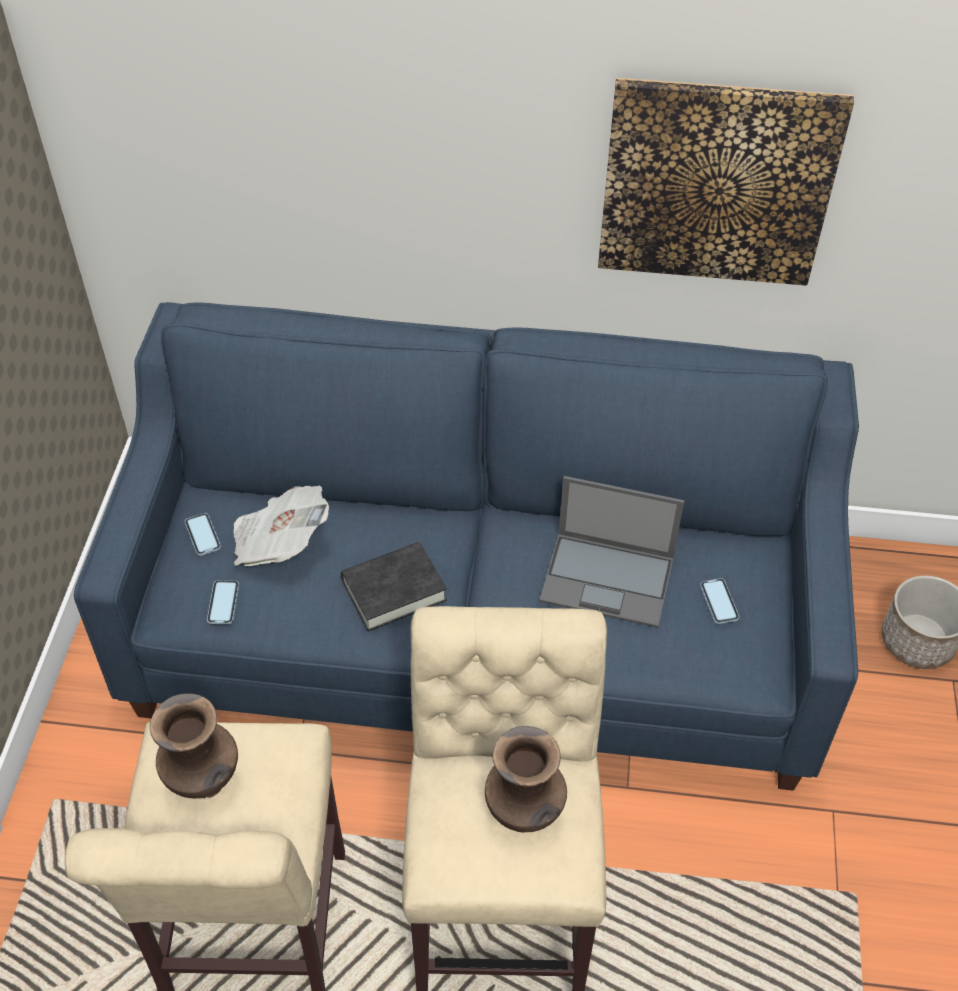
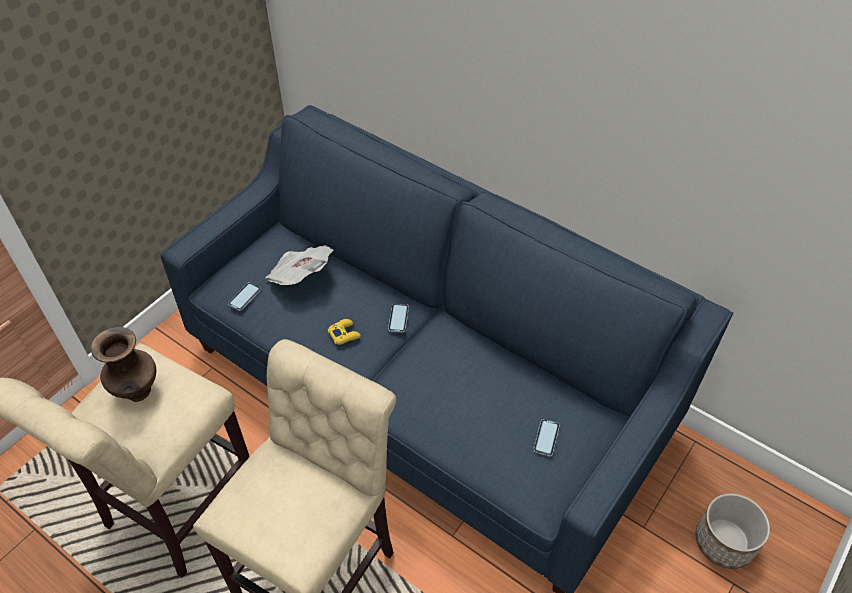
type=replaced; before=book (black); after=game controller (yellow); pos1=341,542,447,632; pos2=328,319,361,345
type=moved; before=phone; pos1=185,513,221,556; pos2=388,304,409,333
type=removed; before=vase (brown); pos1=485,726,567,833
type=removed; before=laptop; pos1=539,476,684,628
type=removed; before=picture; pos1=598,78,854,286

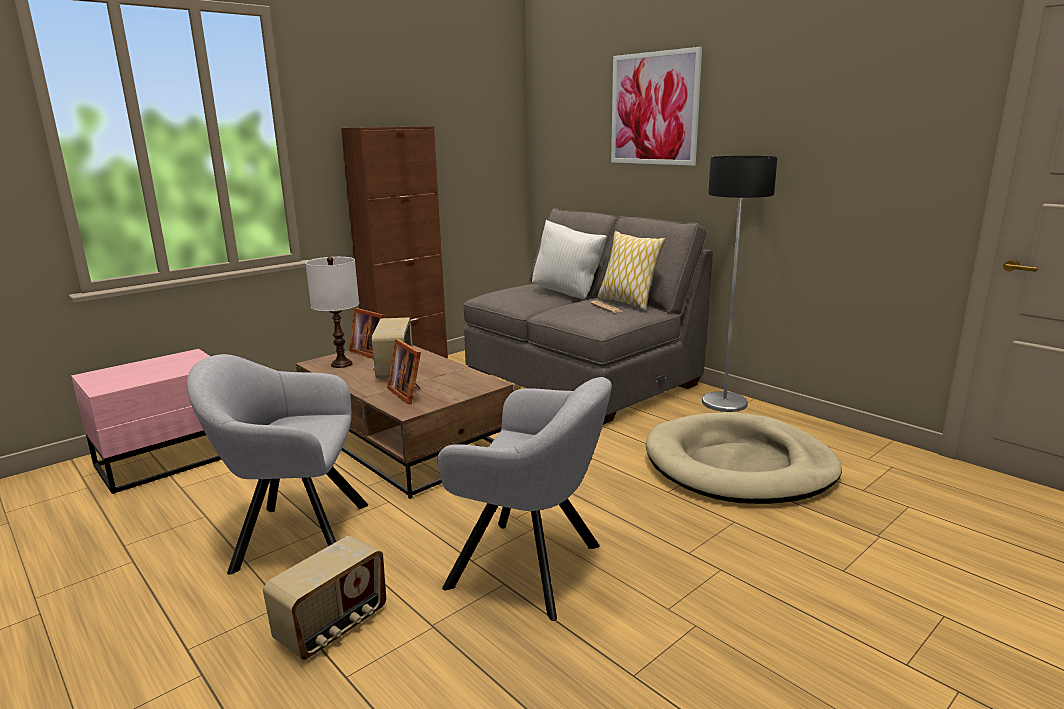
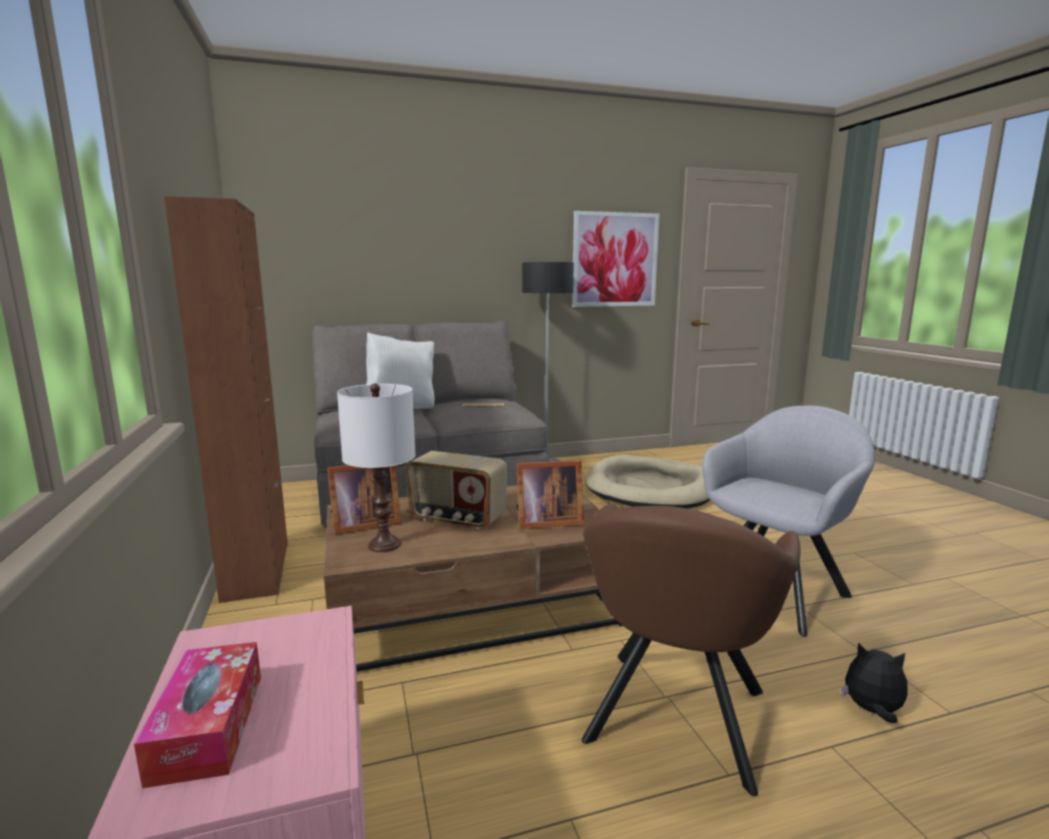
type=added; after=tissue box; pos2=134,642,261,788
type=moved; before=picture; pos1=611,47,702,166; pos2=572,211,659,307
type=recoloured; before=armchair (grey); after=armchair (brown); pos1=187,354,368,575; pos2=582,504,800,796
type=replaced; before=radio; after=plush toy; pos1=263,536,386,660; pos2=841,643,908,723
type=removed; before=pillow; pos1=598,231,665,311

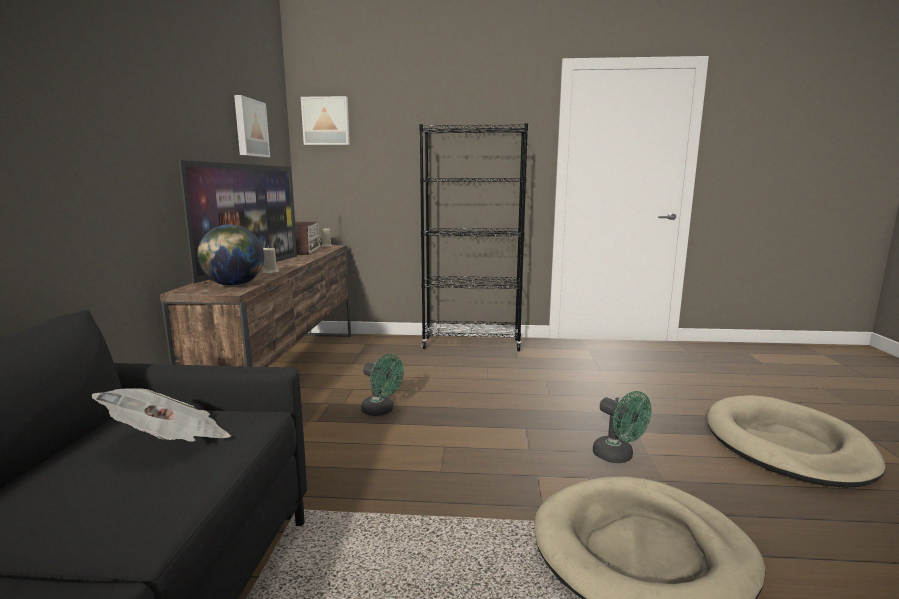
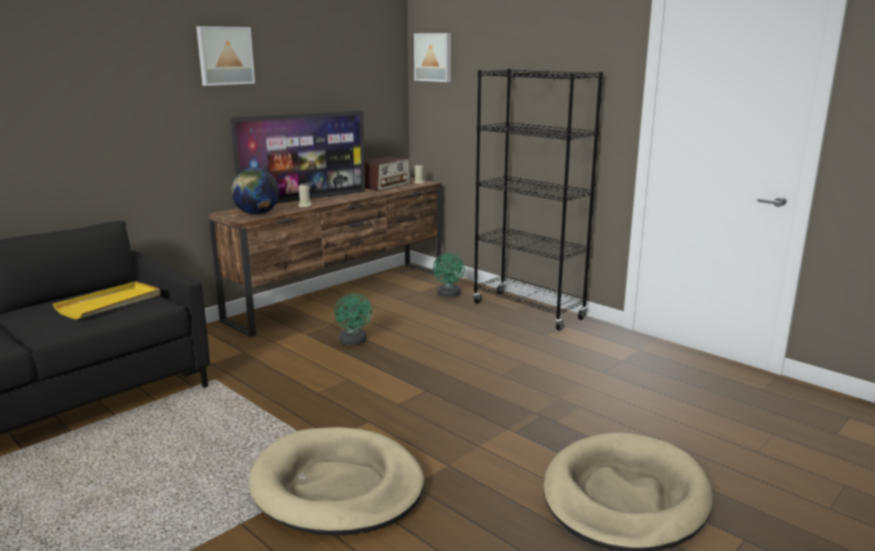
type=replaced; before=newspaper; after=tray (yellow); pos1=92,388,232,442; pos2=53,281,161,320
type=moved; before=picture; pos1=234,95,270,157; pos2=196,26,255,86
type=moved; before=fan (green); pos1=593,391,652,463; pos2=433,253,465,297

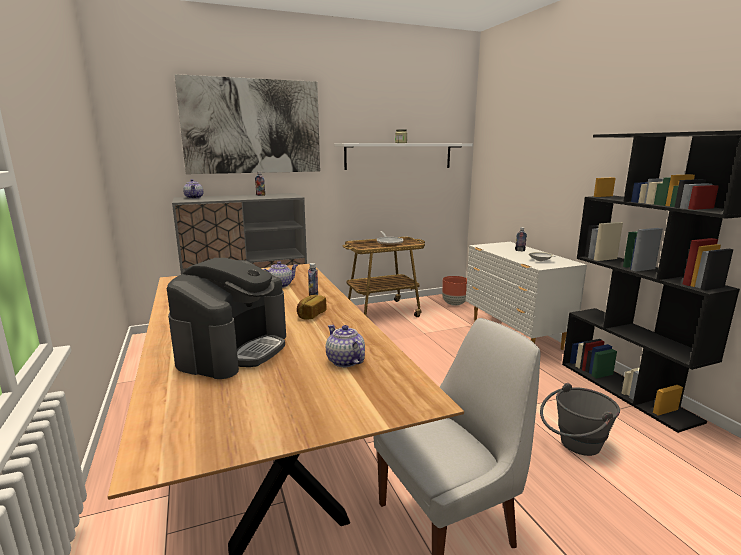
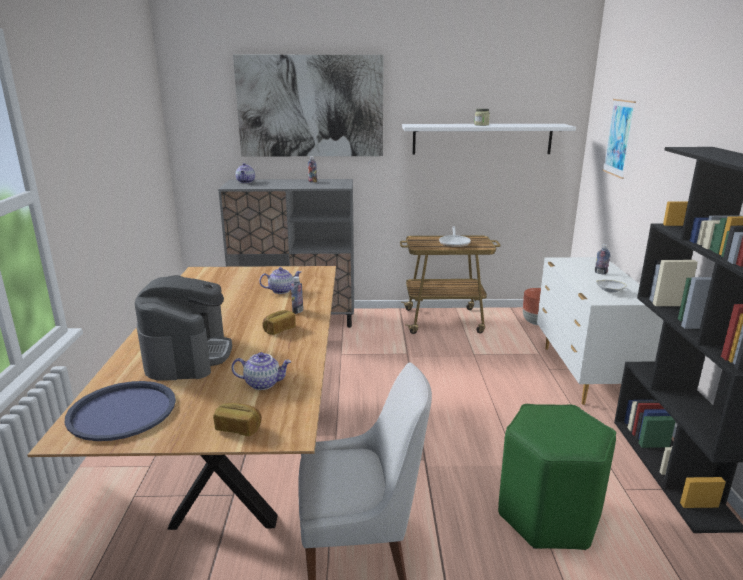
type=added; after=tray (blue); pos2=65,381,176,441
type=turned; before=coffee machine; pos1=167,258,286,379; pos2=135,275,232,381; turn=-45
type=added; after=bread; pos2=213,403,262,436
type=turned; before=teapot; pos1=326,325,365,367; pos2=231,352,291,390; turn=105
type=replaced; before=bucket (grey); after=stool (green); pos1=540,383,620,456; pos2=498,404,616,550
type=added; after=picture; pos2=602,99,636,179

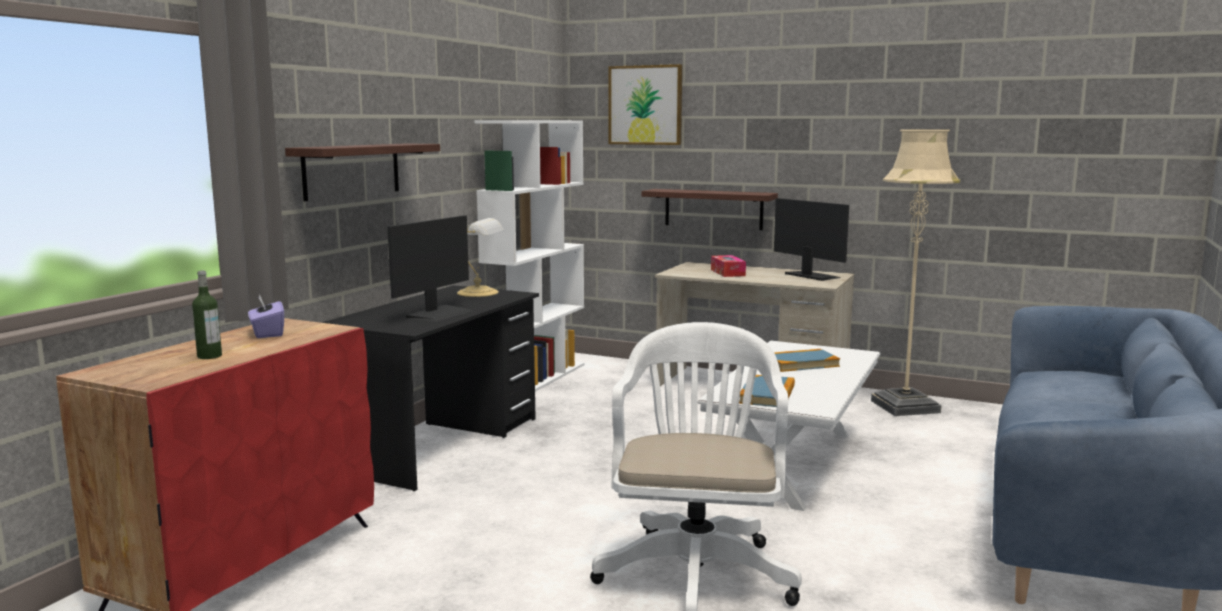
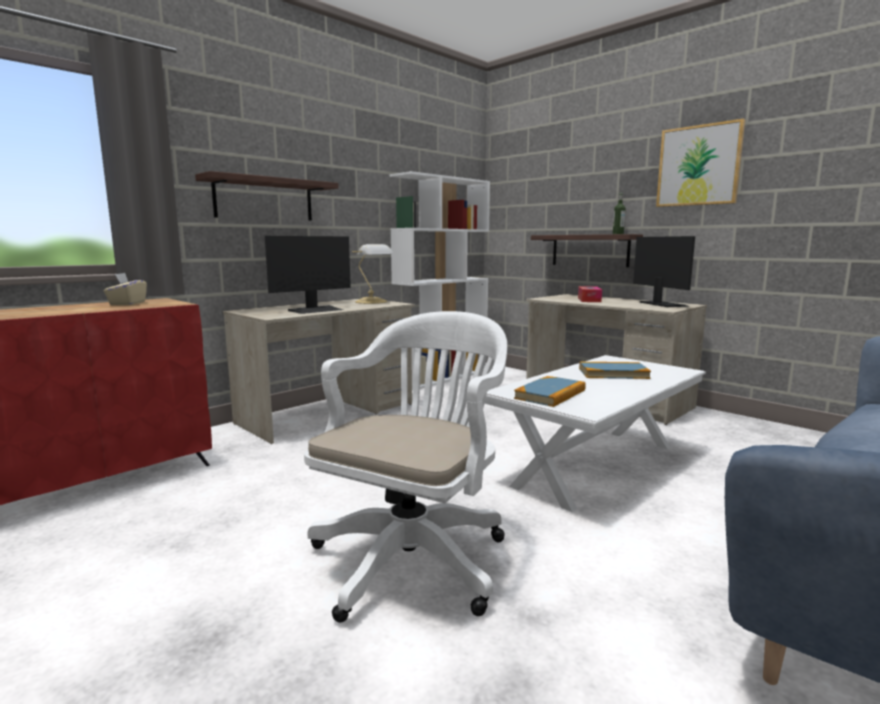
type=recoloured; before=tissue box (purple); after=tissue box (beige); pos1=248,294,284,338; pos2=103,273,147,305
type=recoloured; before=desk (black); after=desk (beige); pos1=321,285,539,491; pos2=223,299,415,444
type=moved; before=bottle; pos1=192,270,222,359; pos2=613,192,625,234
type=moved; before=picture; pos1=608,64,682,145; pos2=656,119,745,207
type=removed; before=floor lamp (beige); pos1=871,129,960,416

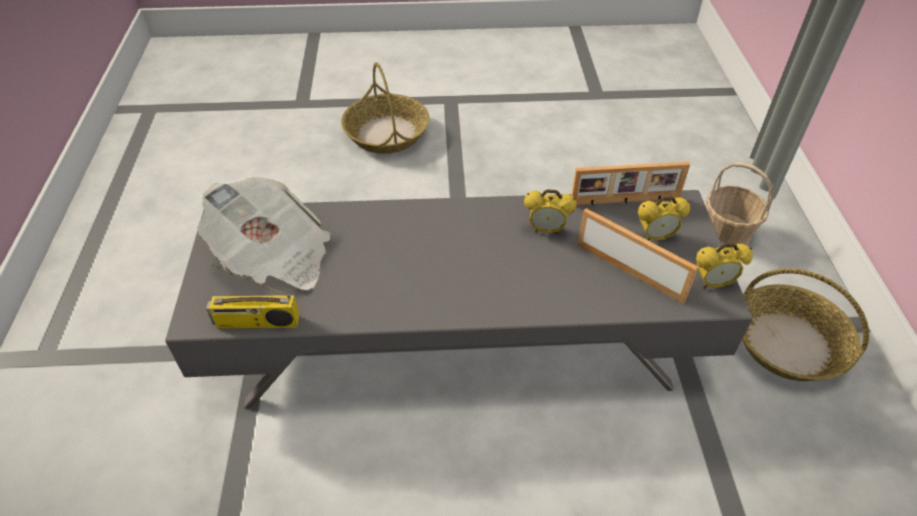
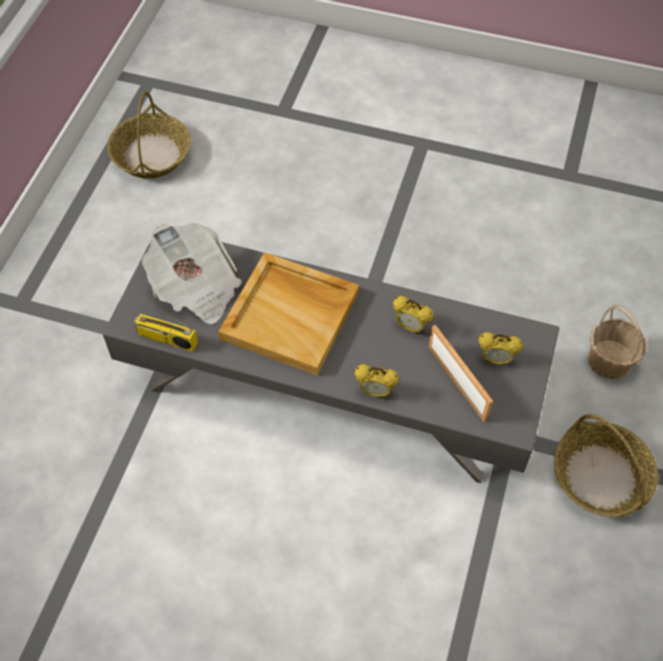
type=moved; before=basket; pos1=341,62,429,154; pos2=107,91,191,178
type=added; after=tray (beige); pos2=218,252,359,376
type=moved; before=alarm clock; pos1=696,243,753,289; pos2=354,364,399,397
type=removed; before=picture frame; pos1=571,162,690,206

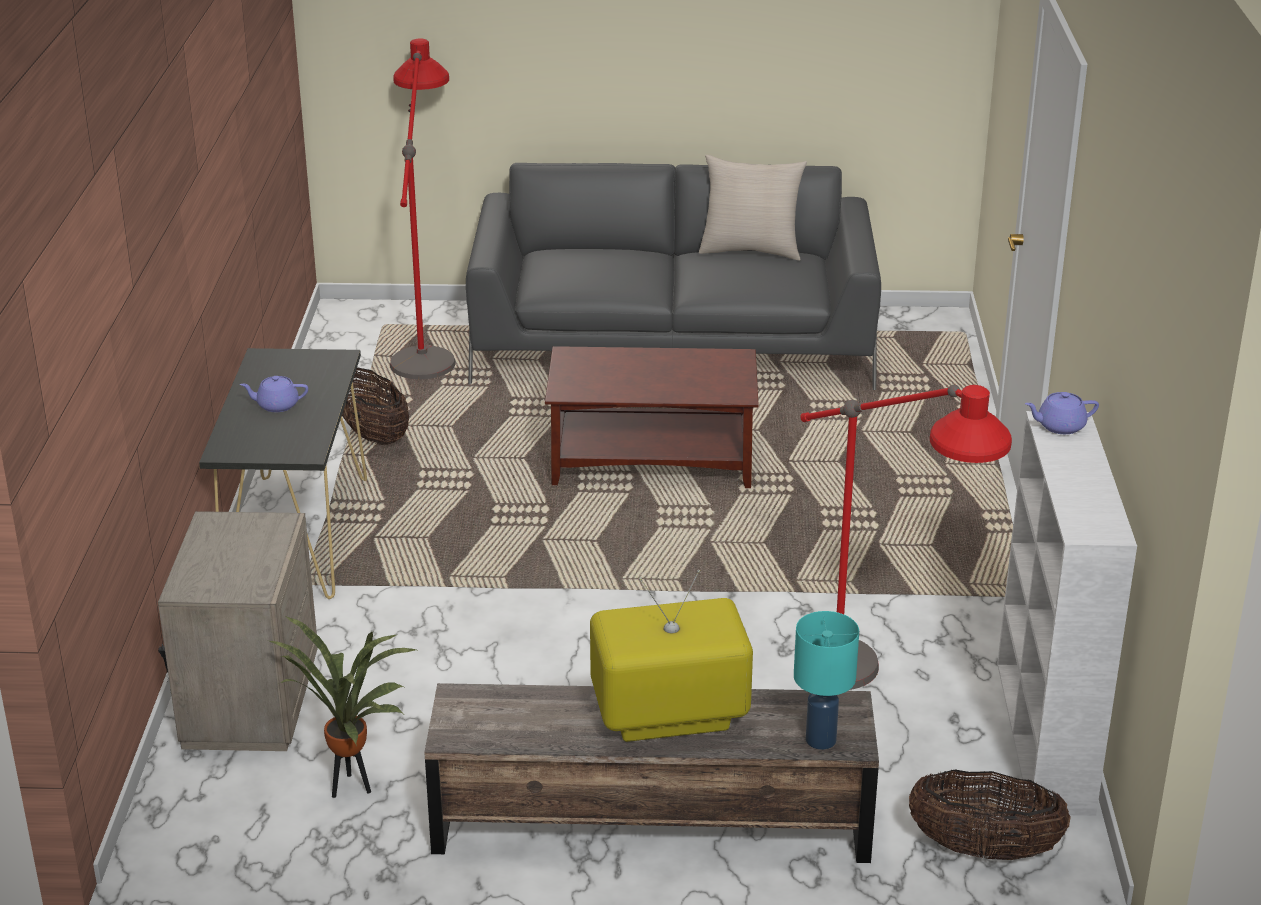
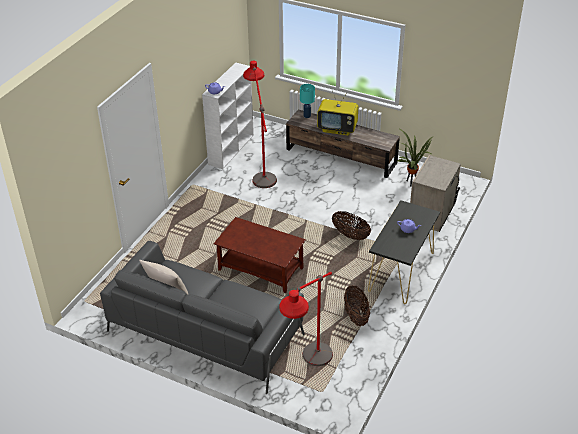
type=moved; before=basket; pos1=909,769,1071,860; pos2=332,211,371,240

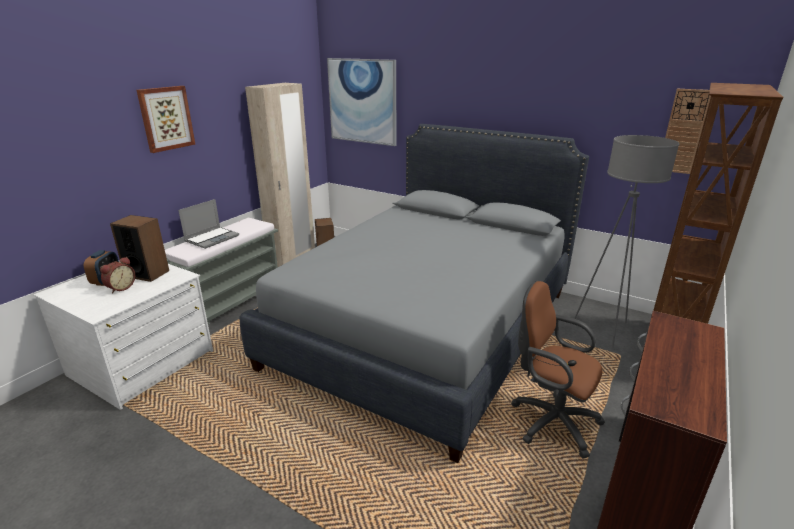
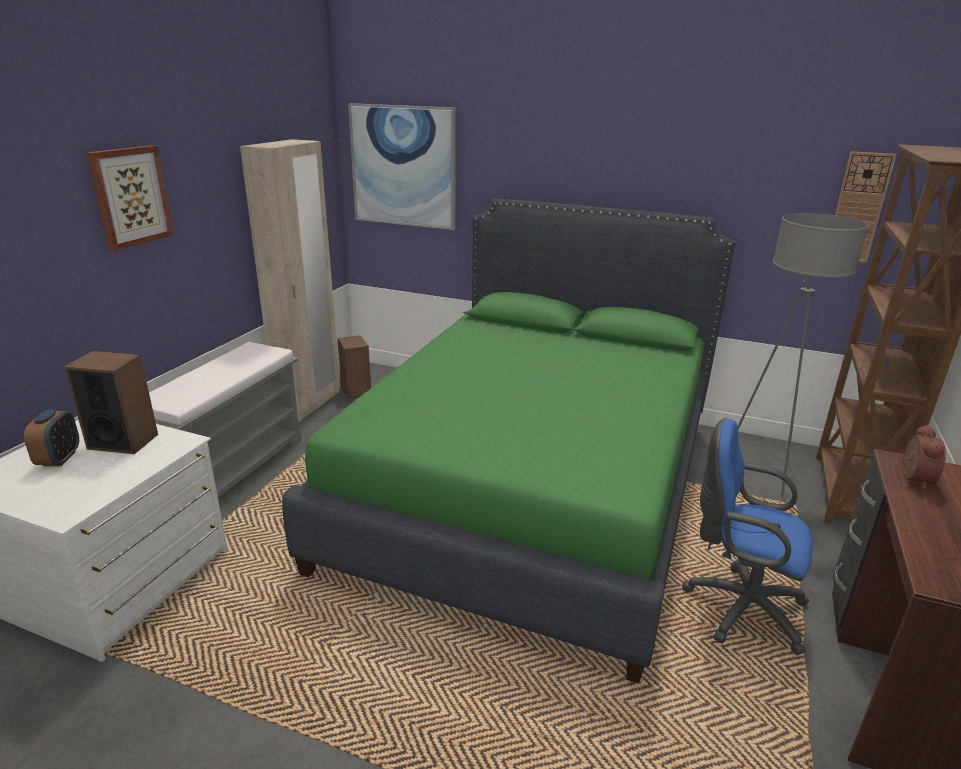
type=recoloured; before=bed (grey); after=bed (green); pos1=240,124,589,463; pos2=282,198,736,683
type=recoloured; before=office chair (brown); after=office chair (blue); pos1=511,281,605,458; pos2=682,418,812,655
type=moved; before=alarm clock; pos1=100,257,135,294; pos2=903,425,946,489
type=removed; before=laptop; pos1=178,199,239,249

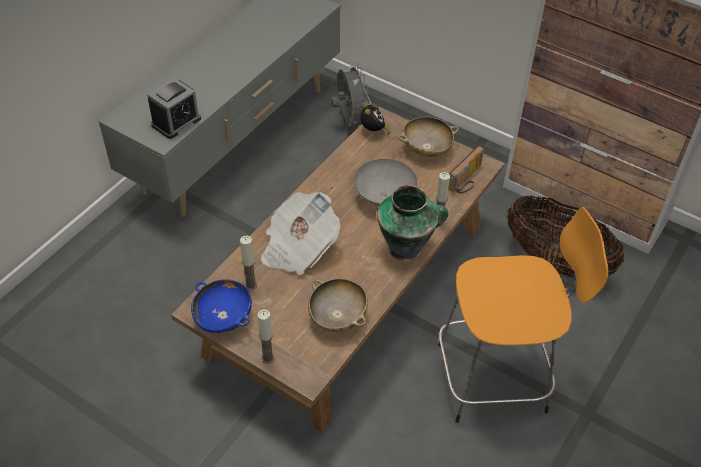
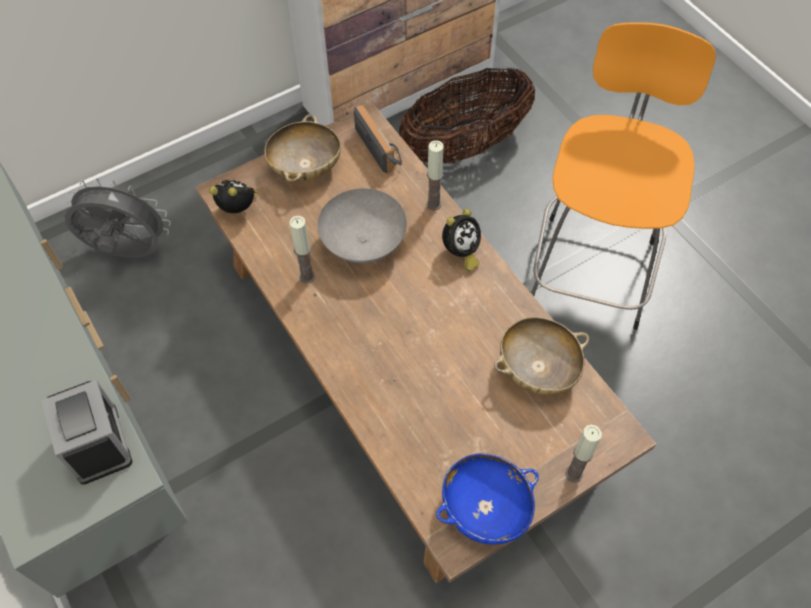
type=moved; before=candle; pos1=240,236,257,290; pos2=289,216,315,283
type=replaced; before=vase; after=alarm clock; pos1=377,185,448,261; pos2=442,209,481,271
type=removed; before=newspaper; pos1=261,192,340,275

